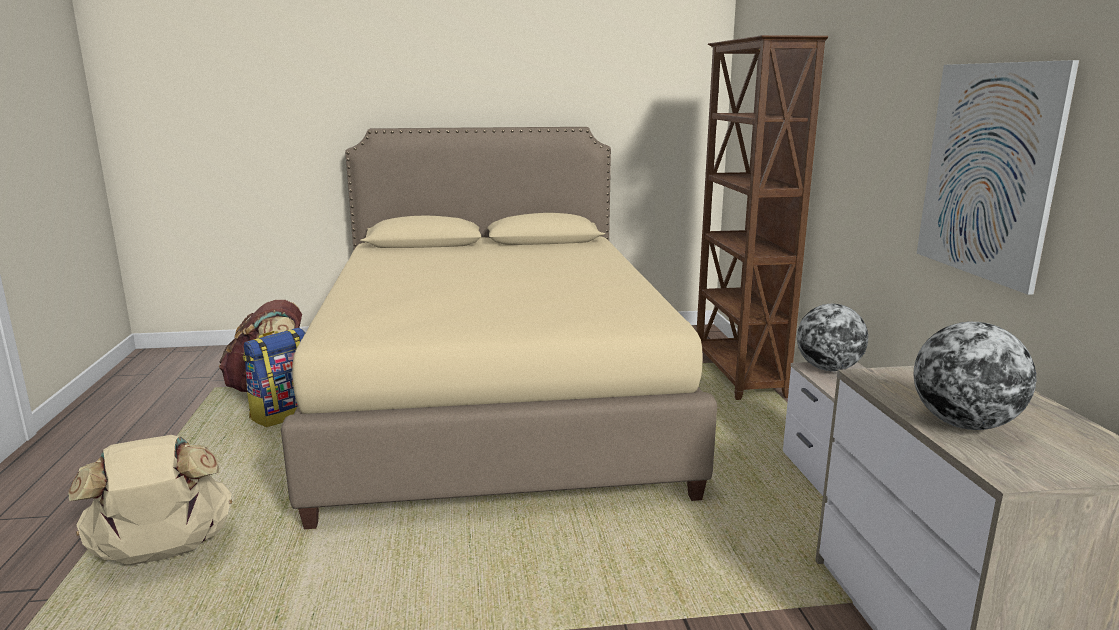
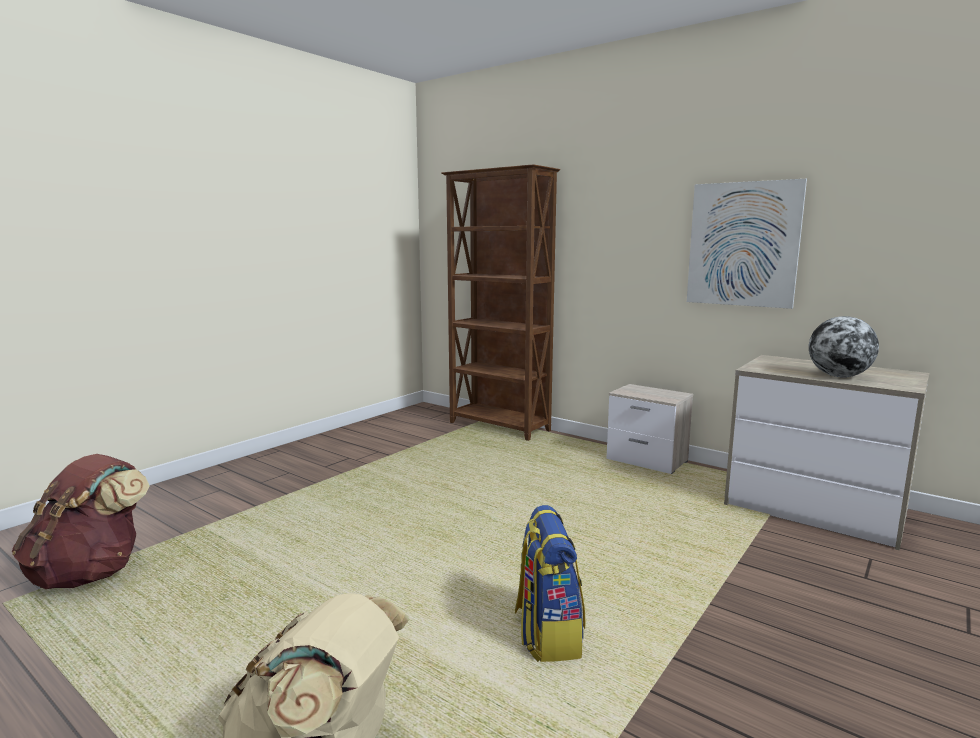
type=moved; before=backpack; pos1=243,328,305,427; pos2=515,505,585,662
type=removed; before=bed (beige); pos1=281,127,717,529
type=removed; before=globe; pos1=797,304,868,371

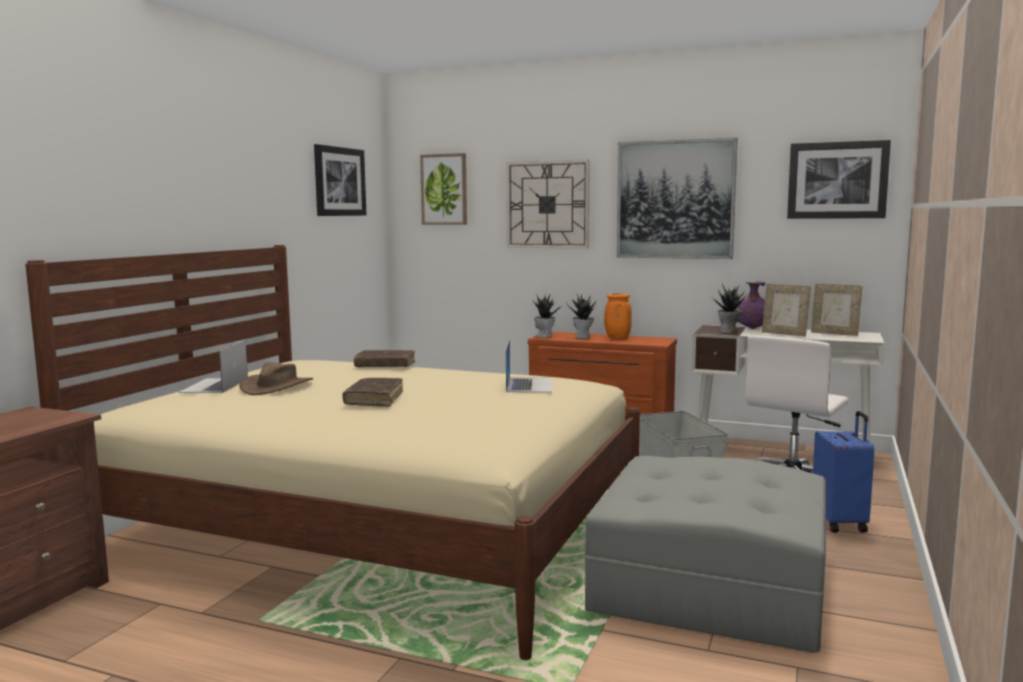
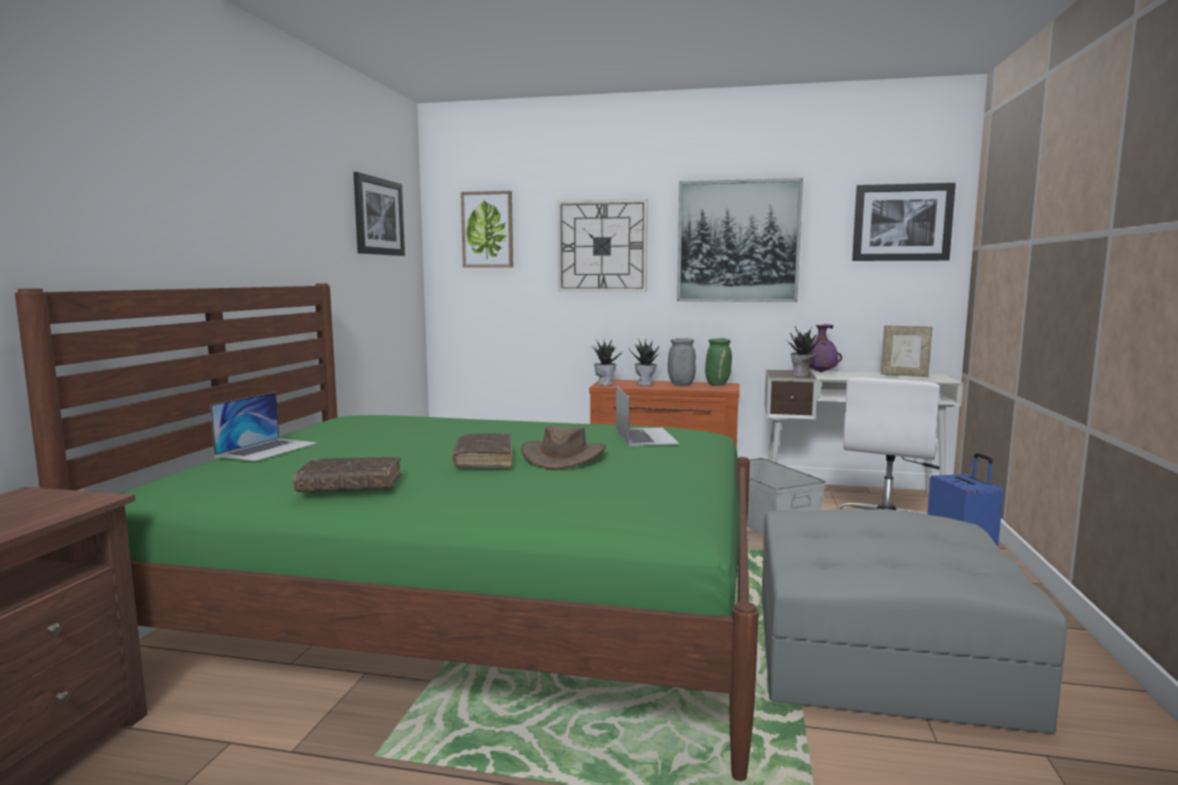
type=recoloured; before=bed (beige); after=bed (green); pos1=25,245,640,660; pos2=15,283,759,781
type=turned; before=laptop; pos1=178,340,248,393; pos2=210,392,318,461; turn=-150
type=moved; before=book (brown); pos1=354,350,415,367; pos2=293,456,402,492
type=moved; before=hat (brown); pos1=239,362,313,395; pos2=521,426,606,469
type=recoloured; before=vase (orange); after=vase (grey); pos1=604,294,632,339; pos2=668,338,696,385
type=added; after=vase (green); pos2=705,338,732,386
type=removed; before=picture frame; pos1=762,284,811,337

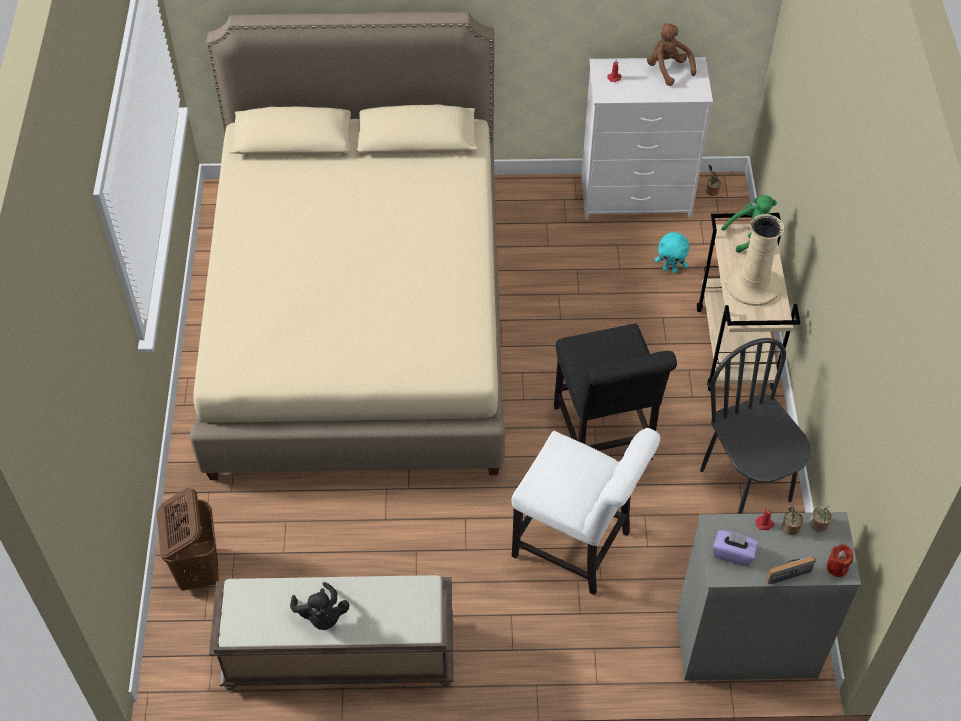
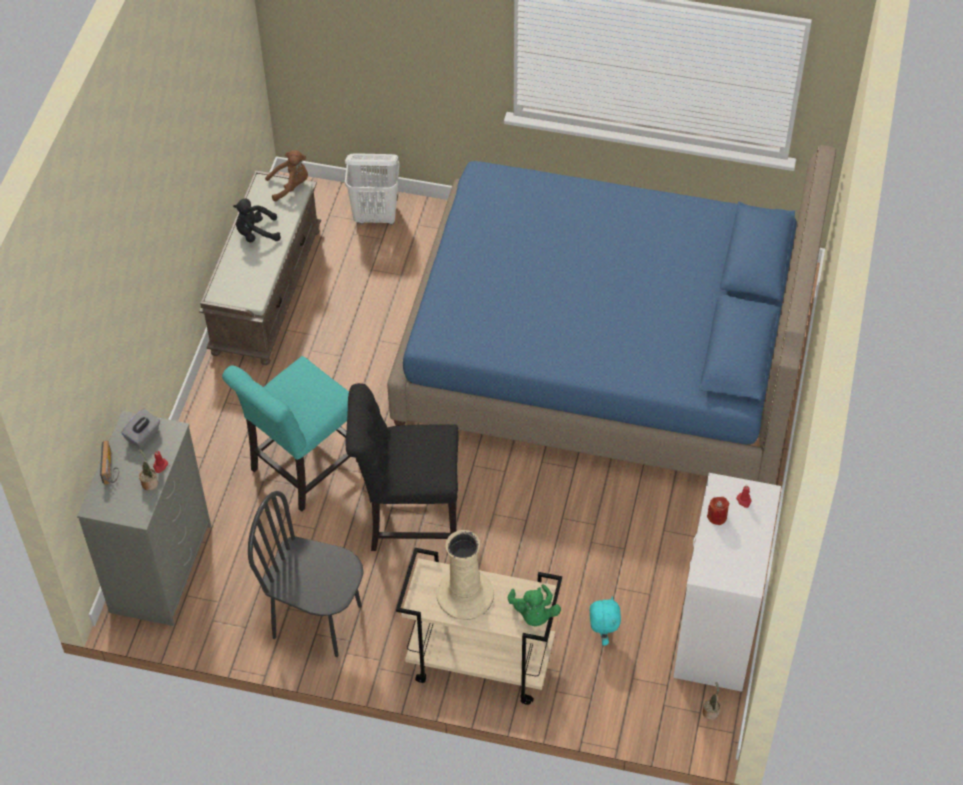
type=recoloured; before=tissue box (purple); after=tissue box (grey); pos1=713,530,758,566; pos2=121,409,160,448
type=recoloured; before=chair (white); after=chair (turquoise); pos1=511,428,660,595; pos2=222,356,358,512
type=turned; before=chair (black); pos1=700,338,811,514; pos2=248,491,364,657; turn=-150
type=moved; before=plush toy (brown); pos1=647,24,697,86; pos2=265,150,308,201
type=recoloured; before=laundry basket (brown); after=laundry basket (white); pos1=157,488,219,591; pos2=345,153,400,224
type=recoloured; before=bed (beige); after=bed (blue); pos1=190,12,505,480; pos2=387,145,836,485
type=turned; before=plush toy (turquoise); pos1=655,232,689,273; pos2=590,596,621,646; turn=150
type=moved; before=candle (red); pos1=826,544,853,577; pos2=707,497,729,525
type=removed; before=potted plant; pos1=809,505,832,532

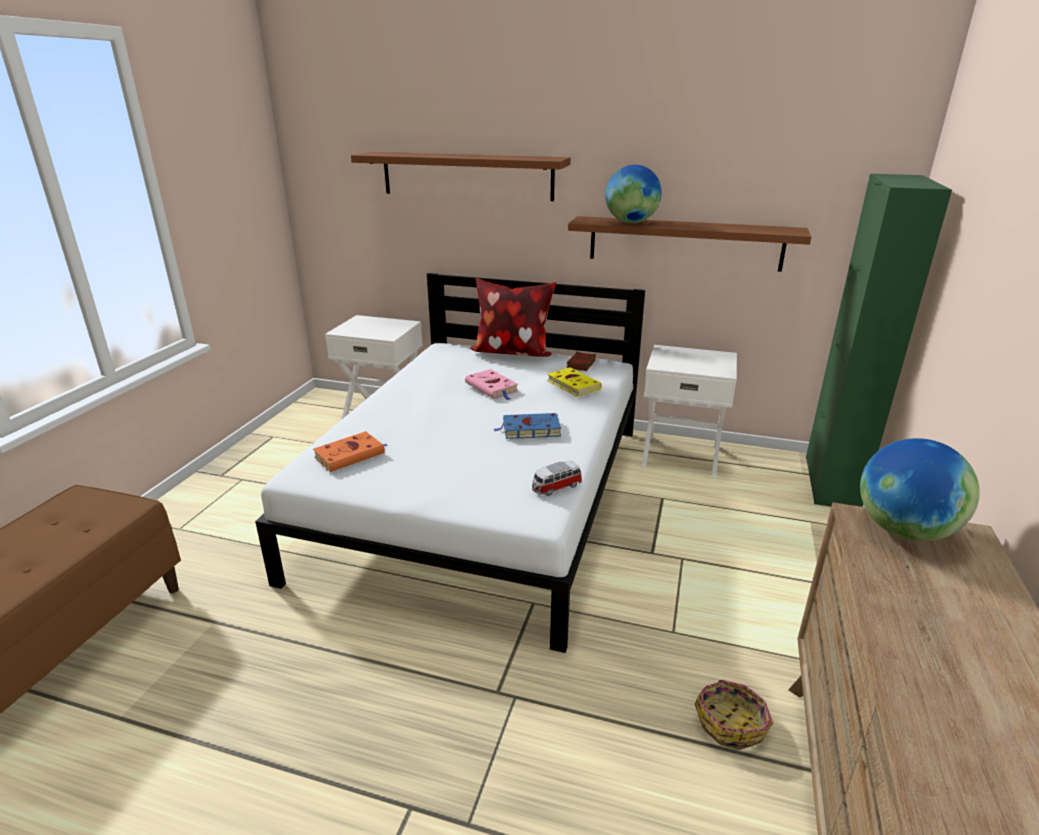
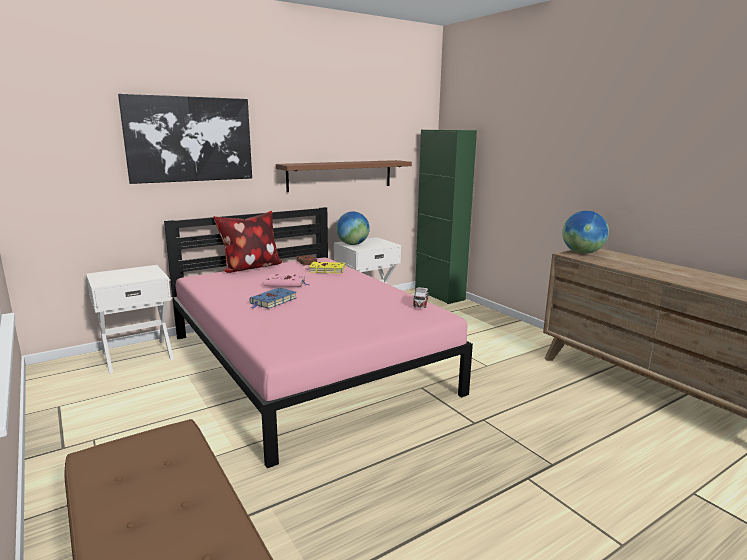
type=replaced; before=shelf (brown); after=picture; pos1=351,152,571,201; pos2=118,94,252,184
type=recoloured; before=bed (white); after=bed (pink); pos1=255,273,645,653; pos2=164,207,473,468
type=moved; before=book (blue); pos1=494,413,561,439; pos2=249,288,296,309
type=moved; before=globe; pos1=605,165,662,223; pos2=336,211,370,245
type=removed; before=book (orange); pos1=313,431,388,472
type=removed; before=basket; pos1=694,680,773,750

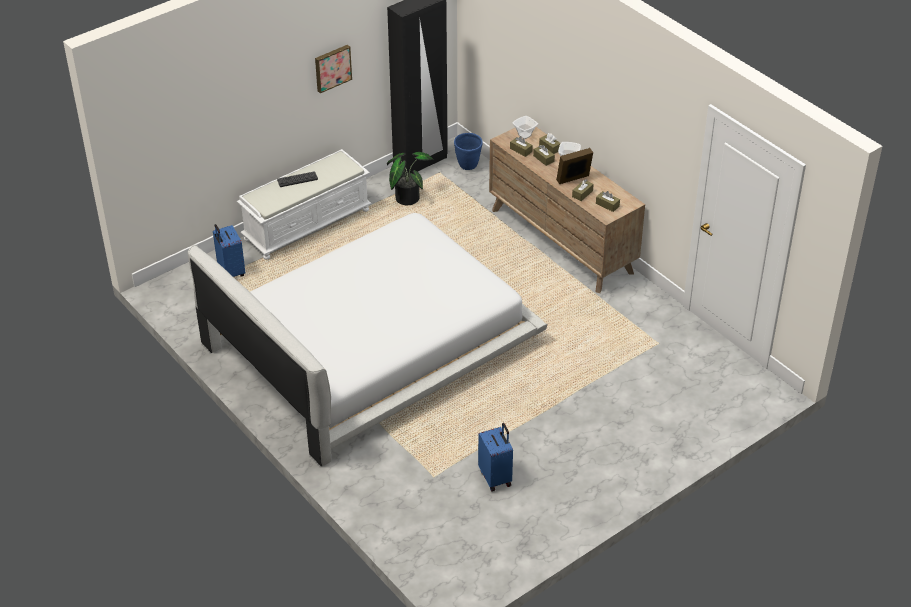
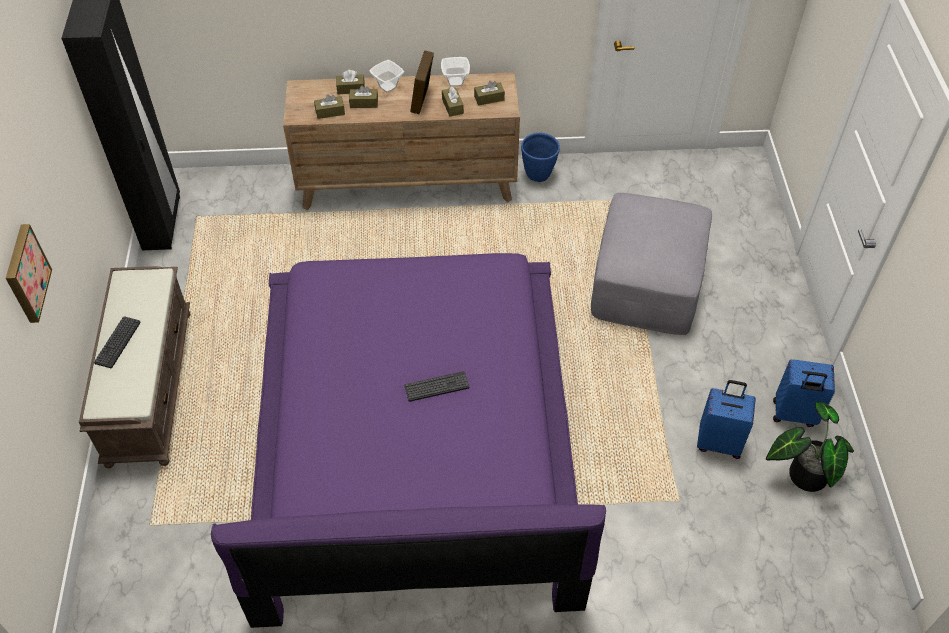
type=moved; before=picture; pos1=315,45,352,93; pos2=6,224,52,323
type=recoloured; before=bench (white); after=bench (brown); pos1=237,149,371,260; pos2=79,266,190,468
type=recoloured; before=bed (white); after=bed (purple); pos1=188,213,547,466; pos2=211,253,606,628
type=added; after=keyboard; pos2=404,371,469,402
type=moved; before=bowl; pos1=512,116,538,139; pos2=441,57,470,87
type=moved; before=planter (blue); pos1=454,133,483,170; pos2=521,133,560,182
type=added; after=ottoman (grey); pos2=591,193,712,335
type=moved; before=potted plant; pos1=387,152,434,205; pos2=766,402,854,492
type=moved; before=suitcase (blue); pos1=213,224,245,277; pos2=773,359,835,427

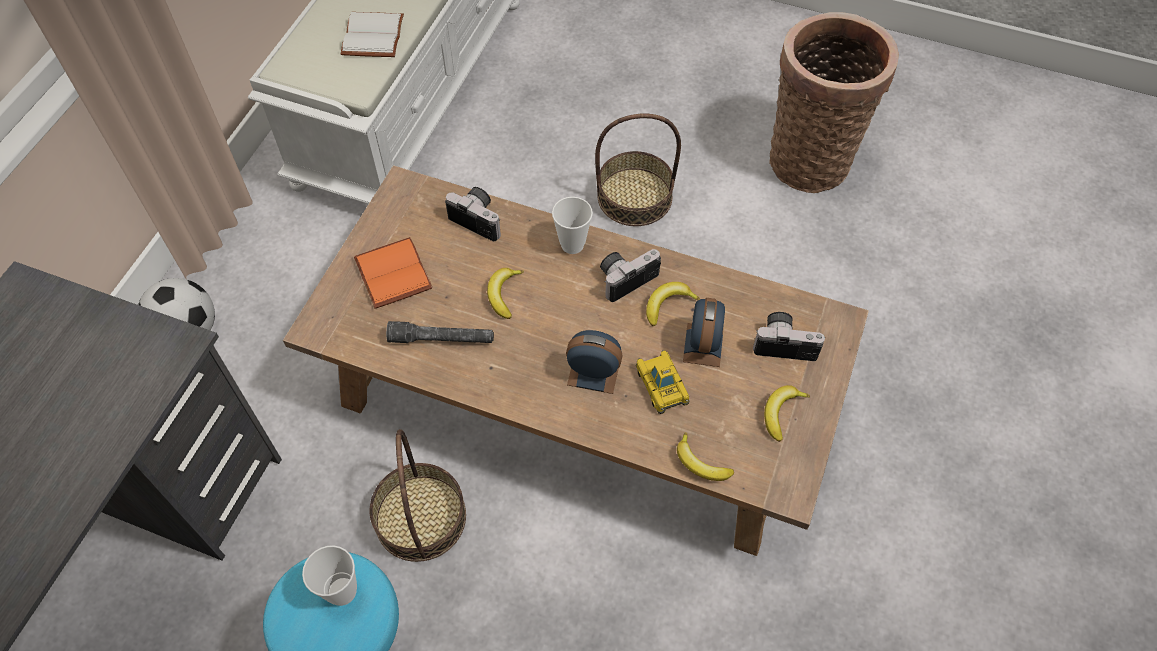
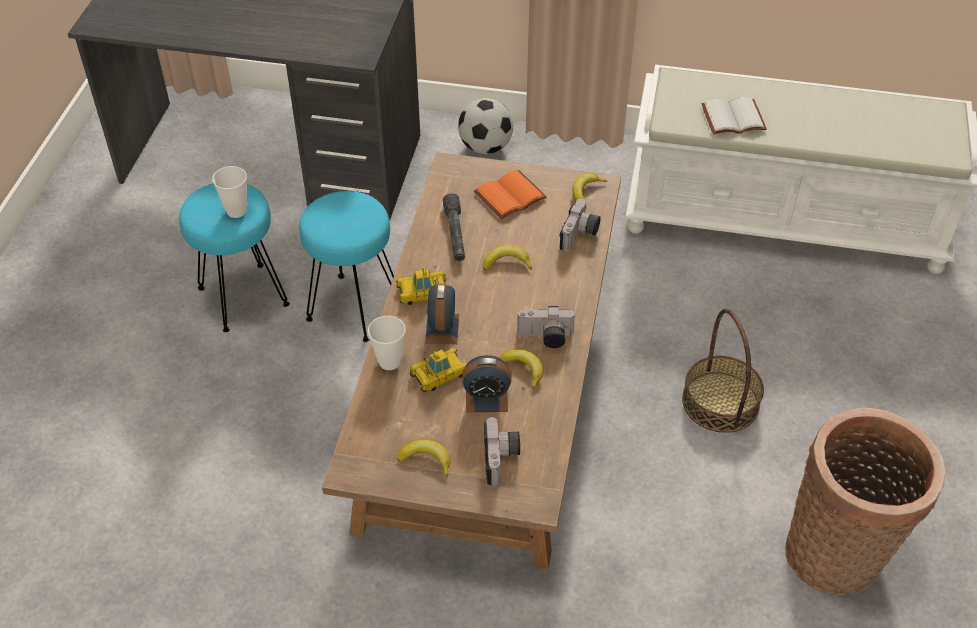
type=replaced; before=basket; after=stool (turquoise); pos1=370,429,466,562; pos2=299,191,394,342
type=moved; before=cup; pos1=552,197,593,254; pos2=368,316,406,370
type=added; after=toy car; pos2=396,268,446,305
type=turned; before=photo camera; pos1=600,249,661,302; pos2=517,306,576,348; turn=135
type=moved; before=banana; pos1=677,432,734,481; pos2=573,173,607,208

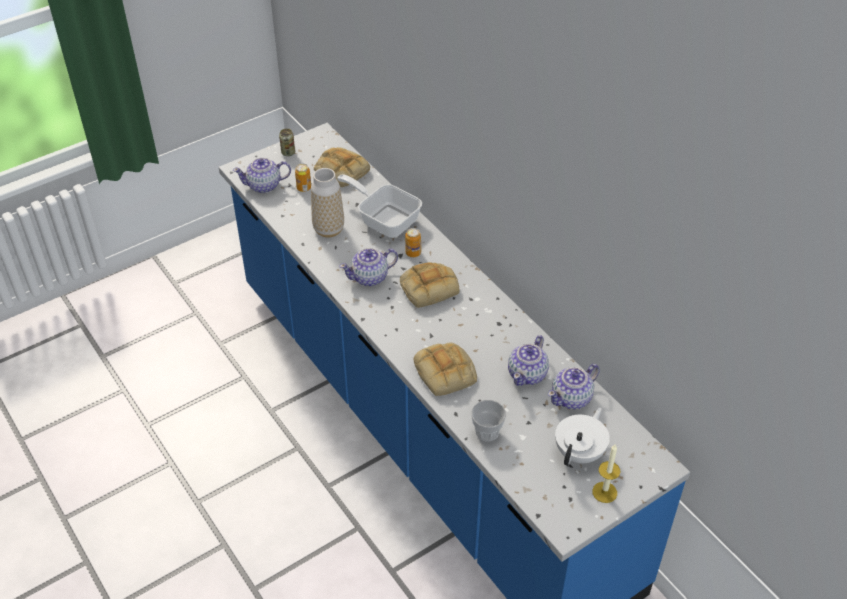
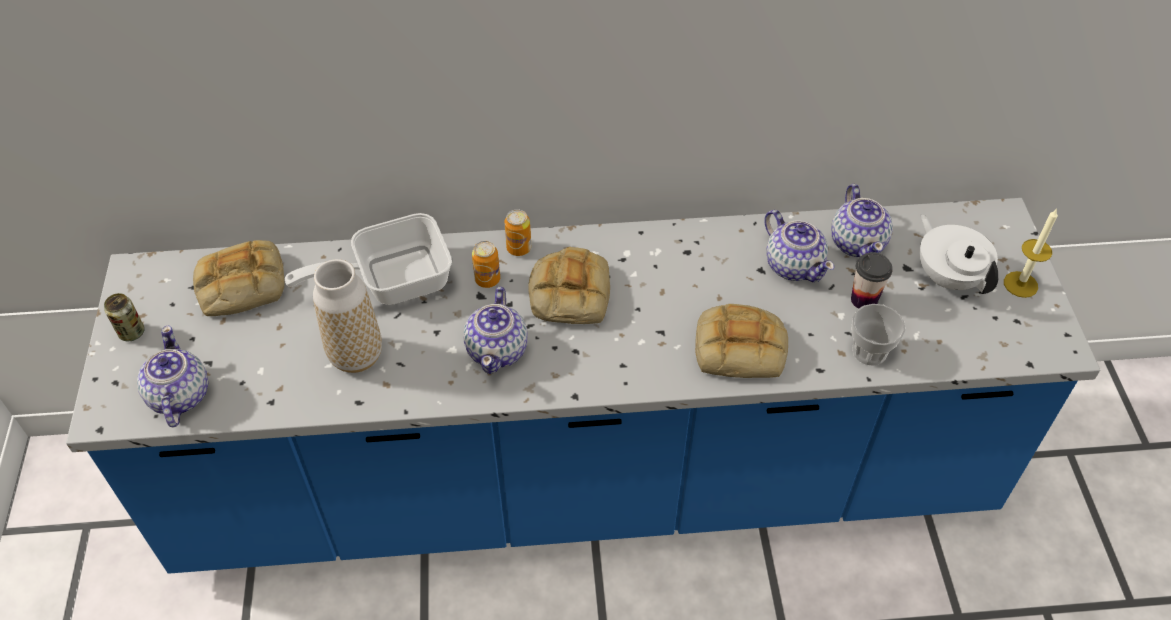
type=turned; before=teapot; pos1=233,158,291,193; pos2=137,326,208,428; turn=150
type=moved; before=can; pos1=295,163,311,192; pos2=505,209,531,256
type=added; after=cup; pos2=851,252,893,309

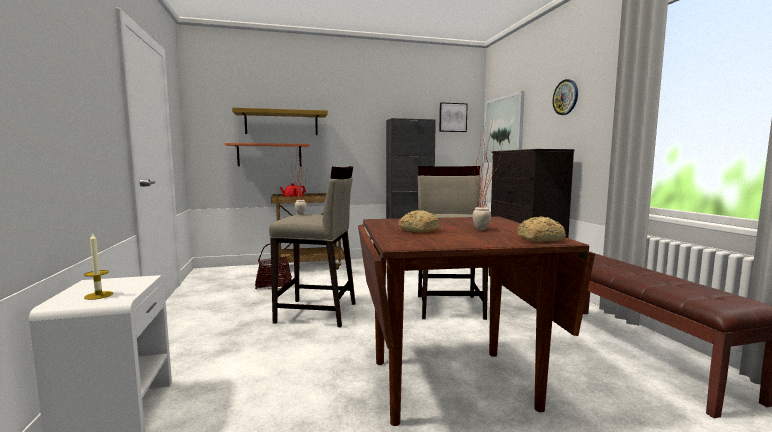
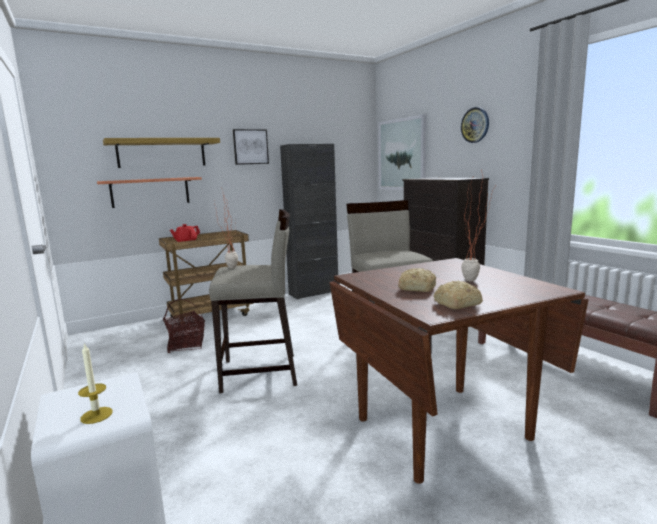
type=moved; before=picture; pos1=439,102,468,132; pos2=233,129,269,165
type=moved; before=bread; pos1=517,216,566,242; pos2=434,281,483,309

